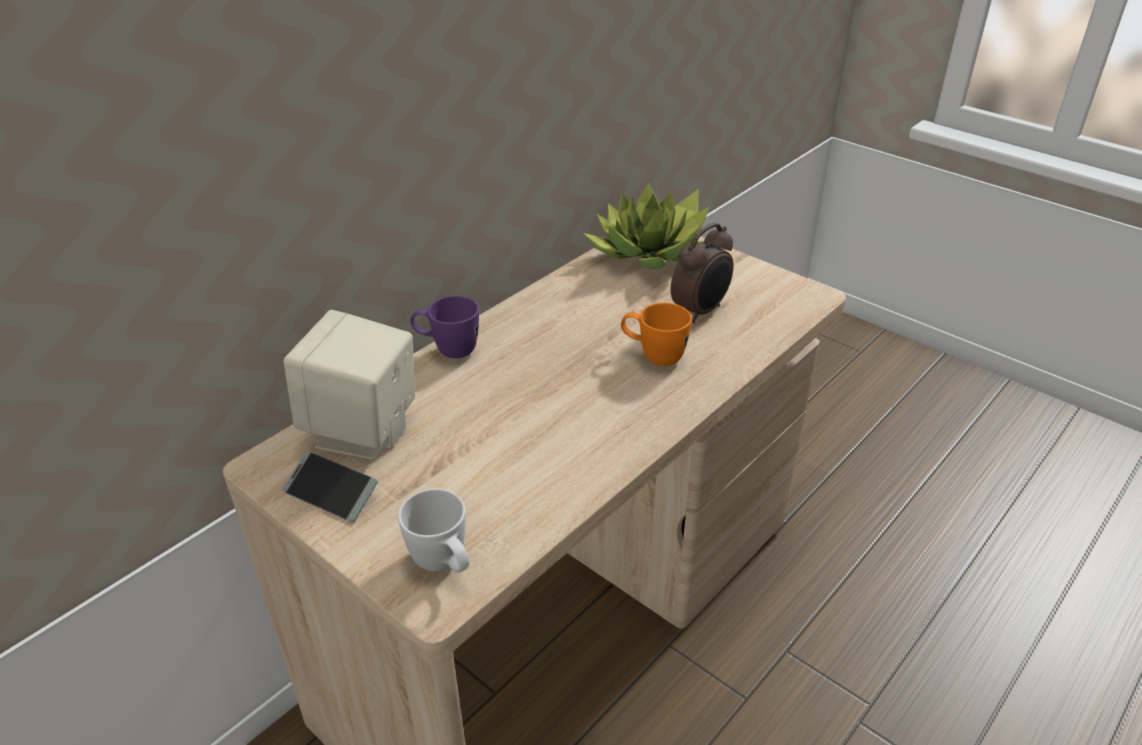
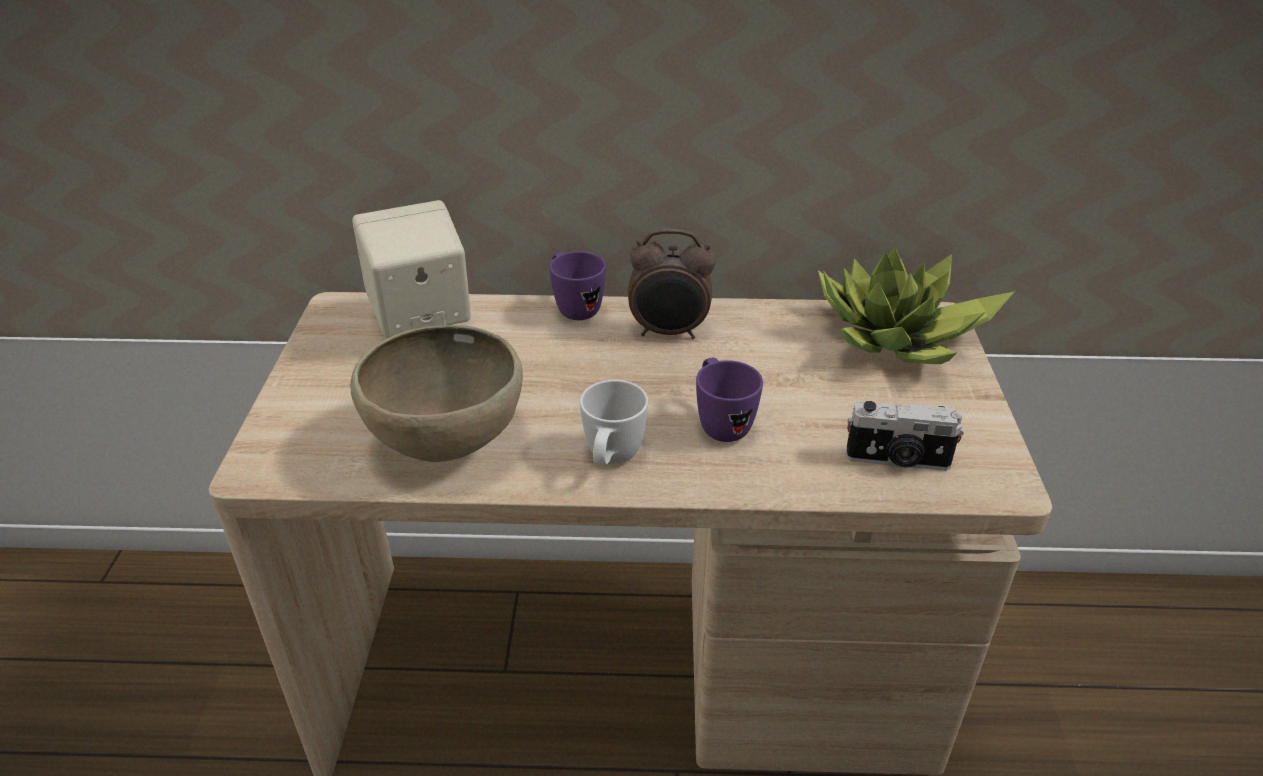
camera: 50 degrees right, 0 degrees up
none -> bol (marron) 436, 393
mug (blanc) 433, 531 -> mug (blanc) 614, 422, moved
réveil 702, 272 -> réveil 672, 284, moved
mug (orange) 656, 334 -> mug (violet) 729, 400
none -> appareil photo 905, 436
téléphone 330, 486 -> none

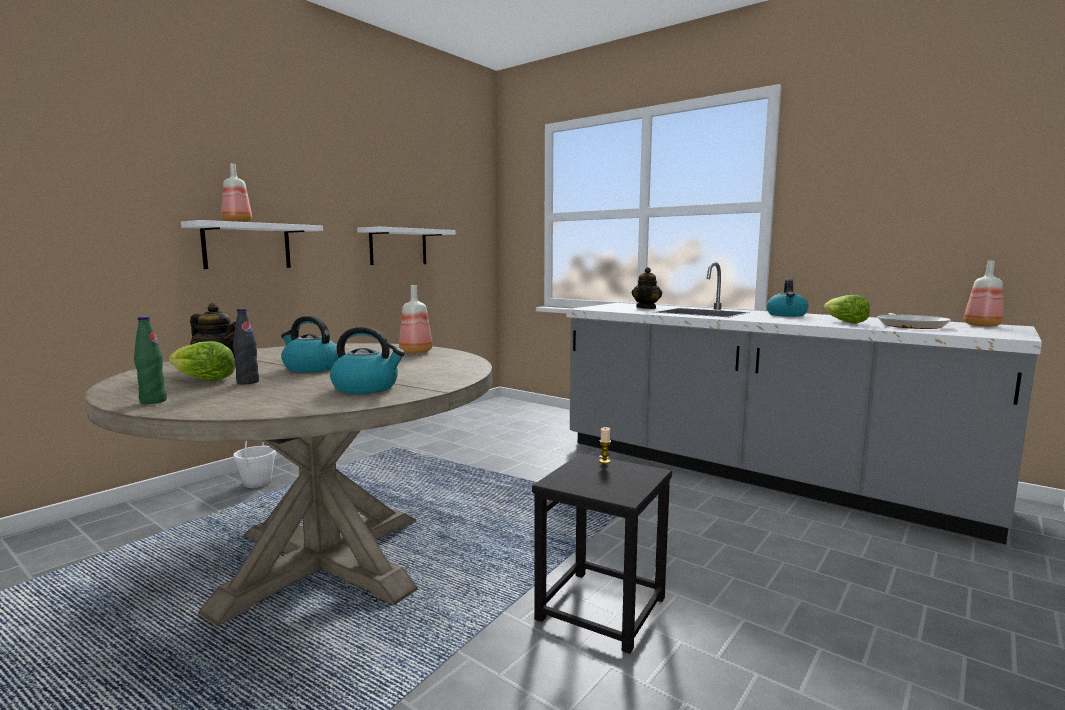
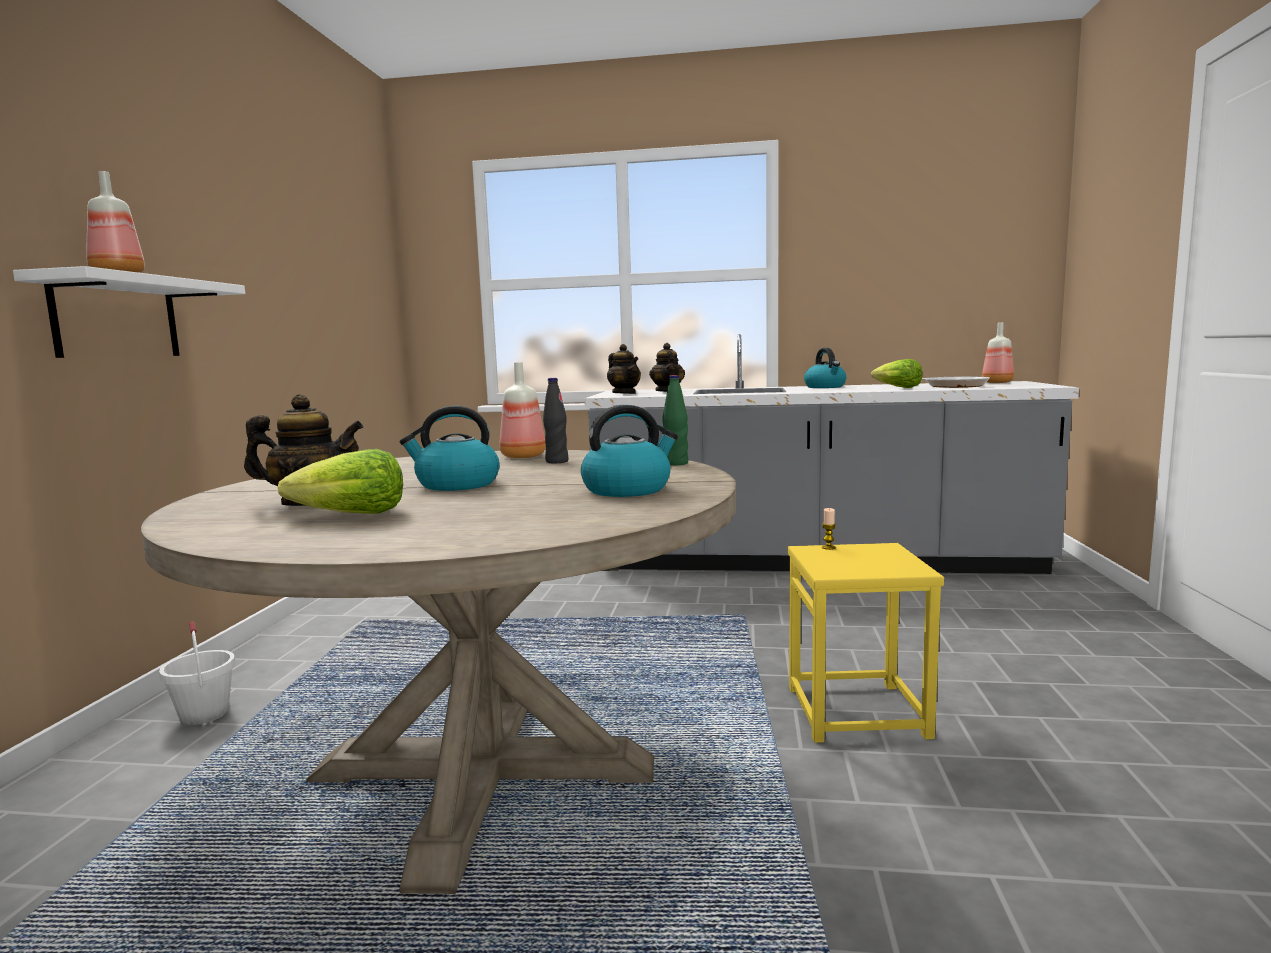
camera: 30 degrees left, 0 degrees up
bouteille (noir) 246, 346 -> bouteille (noir) 555, 420, moved
none -> théière 624, 369
bouteille (vert) 150, 360 -> bouteille (vert) 675, 420, moved
tabouret (noir) 602, 553 -> tabouret (jaune) 866, 643
étagère (blanc) 406, 246 -> none

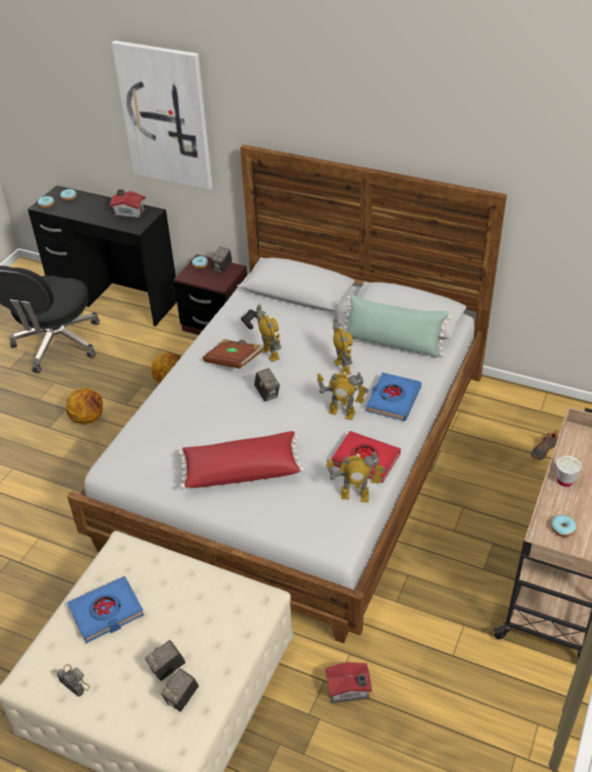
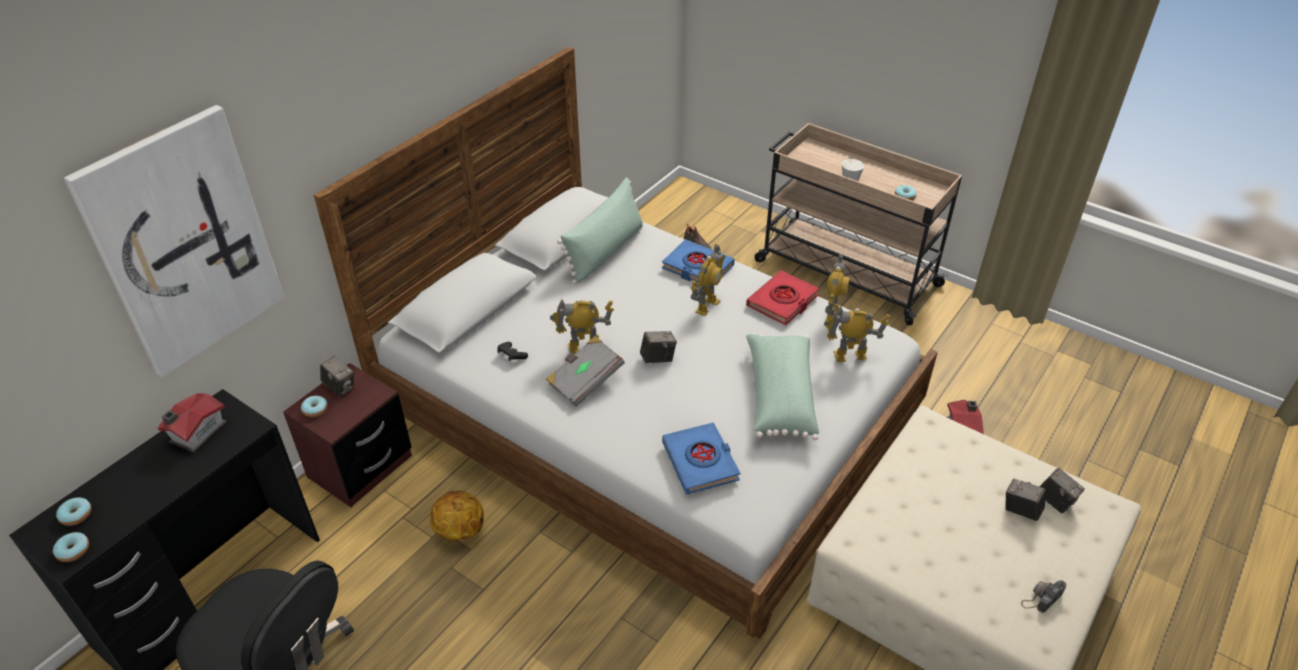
camera: 80 degrees left, 0 degrees up
livre (marron) 232, 354 -> livre (gris) 585, 371
livre (bleu) 105, 609 -> livre (bleu) 701, 458, moved
coussin (rouge) 242, 459 -> coussin (vert) 782, 386
robot jouet 343, 345 -> robot jouet 857, 334, moved
appareil photo 165, 660 -> appareil photo 1025, 500, 150 degrees clockwise
ballon de basket 84, 406 -> none

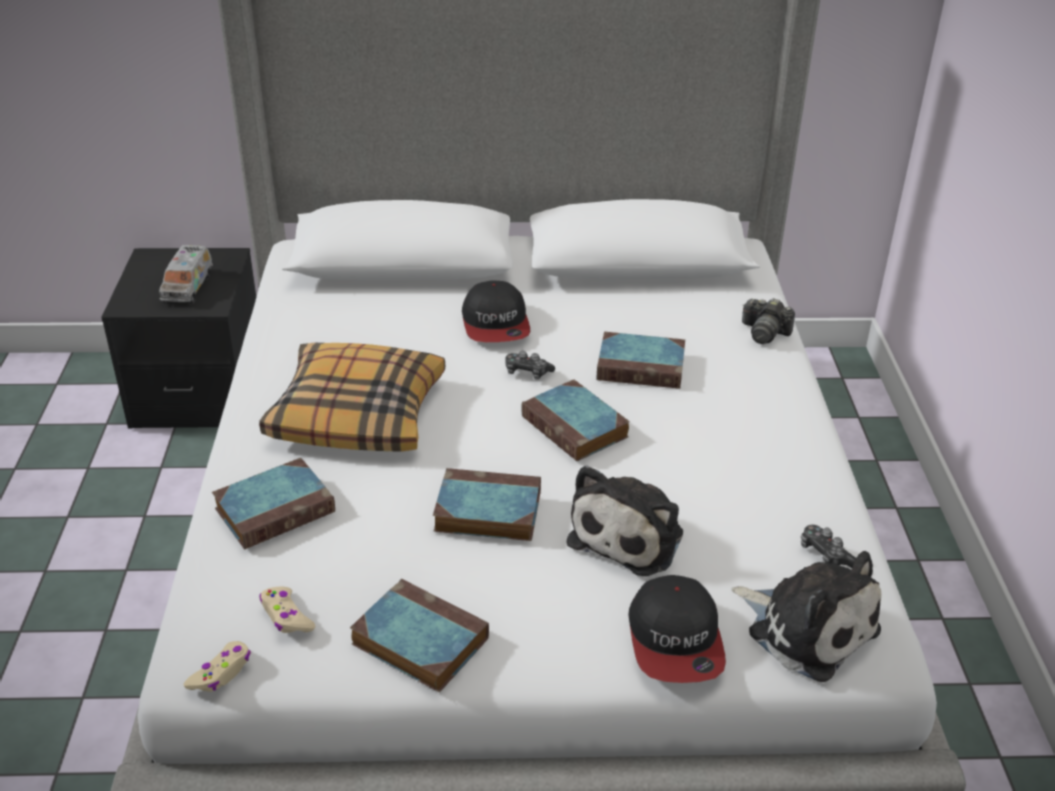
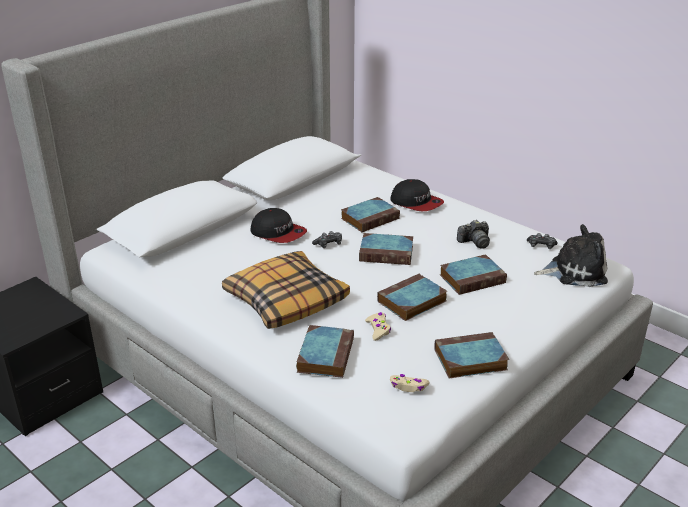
camera: 45 degrees left, 5 degrees down
manette (beige) 217, 666 -> manette (beige) 378, 326, moved
casquette 677, 629 -> casquette 417, 195, moved
peluche 625, 521 -> livre 473, 274
appareil photo 768, 321 -> appareil photo 473, 234, moved
camion jouet 186, 275 -> none

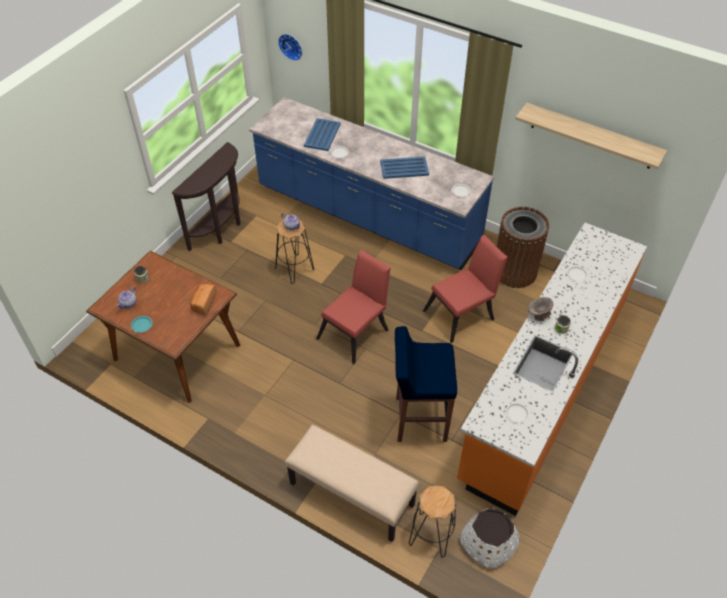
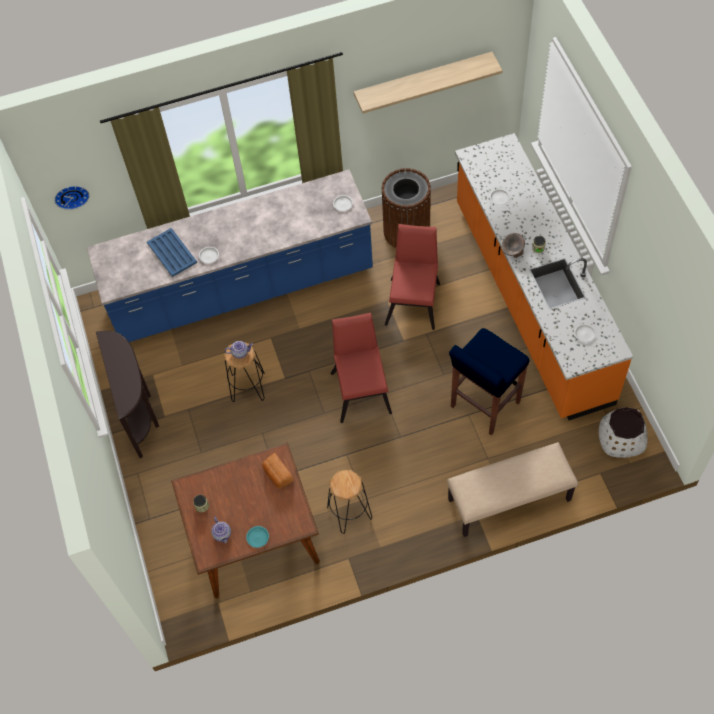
camera: 45 degrees left, 10 degrees up
tabouret (noir) 432, 522 -> tabouret (noir) 349, 502, moved
plateau (bleu) 404, 167 -> none

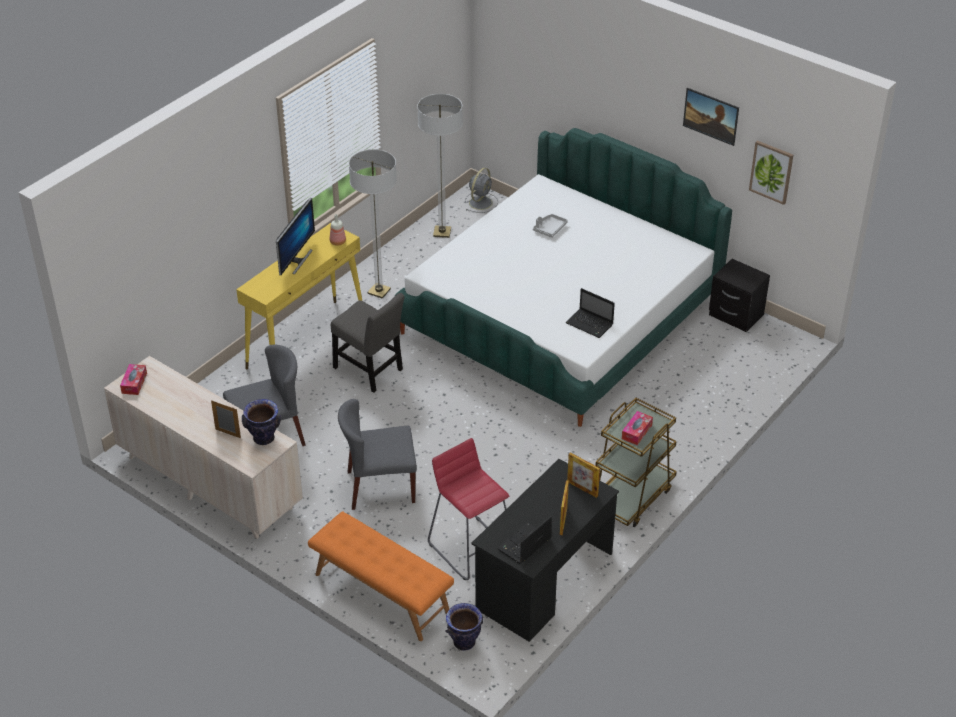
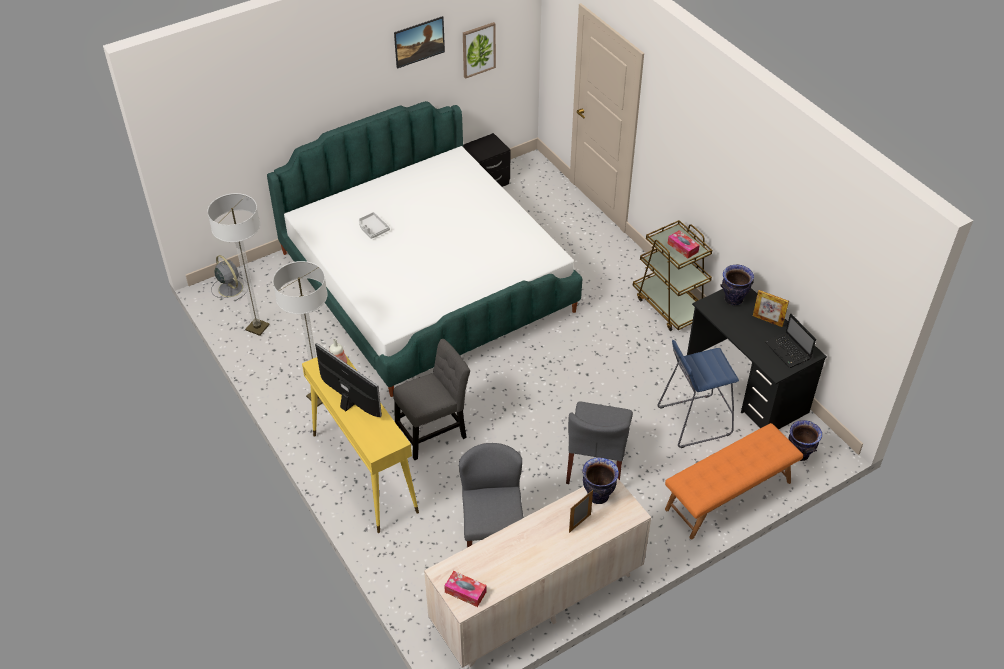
camera: 70 degrees left, 5 degrees up
tabouret (rouge) 468, 509 -> tabouret (bleu) 698, 394
cadre photo 583, 475 -> vase 737, 285
ordinateur portable 590, 313 -> none

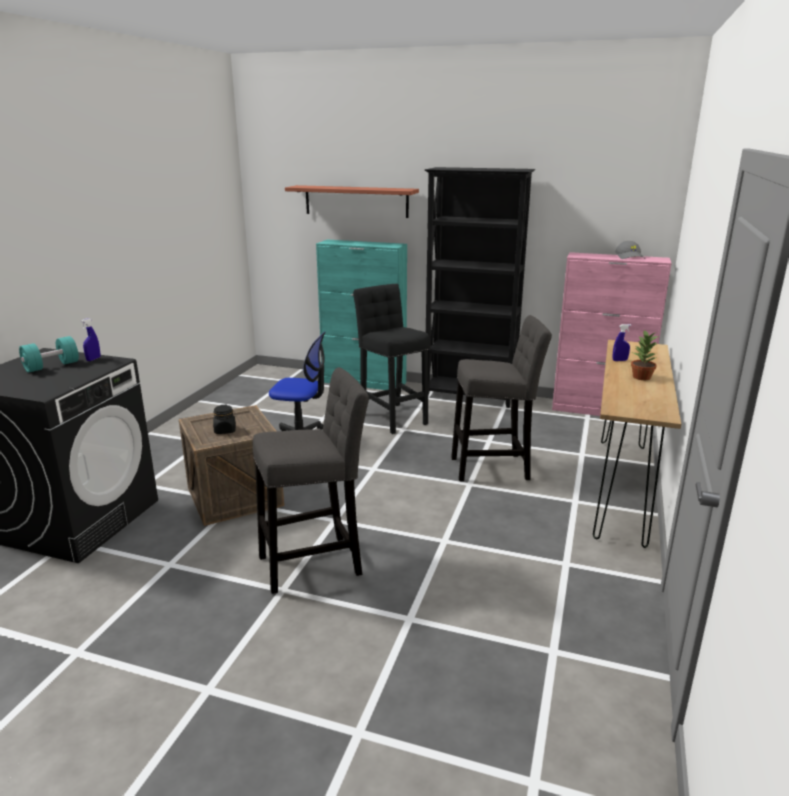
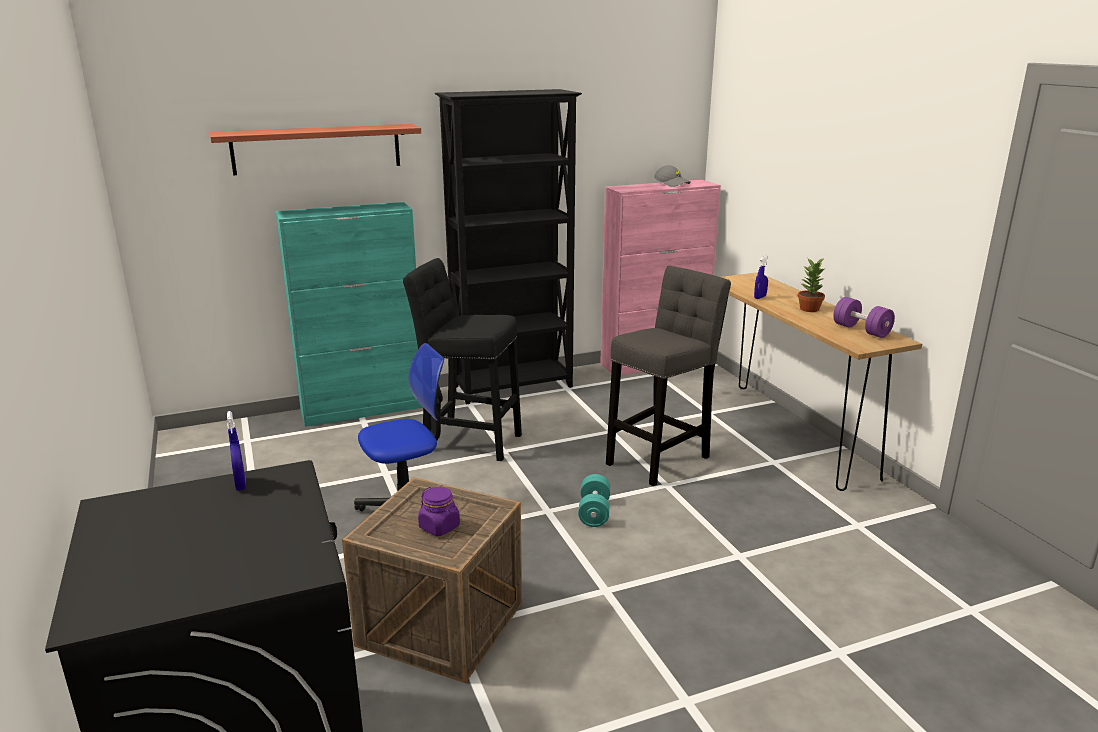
camera: 40 degrees left, 0 degrees up
bocal (noir) 224, 419 -> bocal (violet) 439, 511
haltère (turquoise) 49, 354 -> haltère (turquoise) 594, 500, moved
none -> haltère (violet) 864, 317
tabouret (gris) 311, 480 -> none

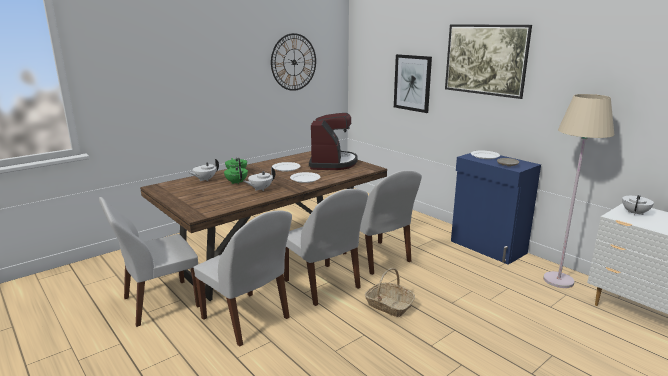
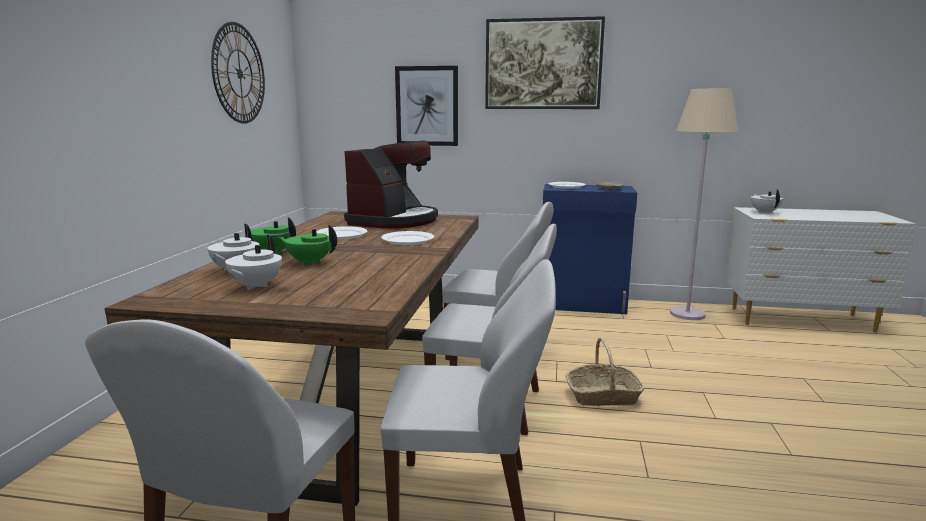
camera: 40 degrees left, 5 degrees down
théière (blanc) 259, 179 -> théière (blanc) 253, 262, moved
machine à café 333, 141 -> machine à café 391, 184, 60 degrees clockwise

